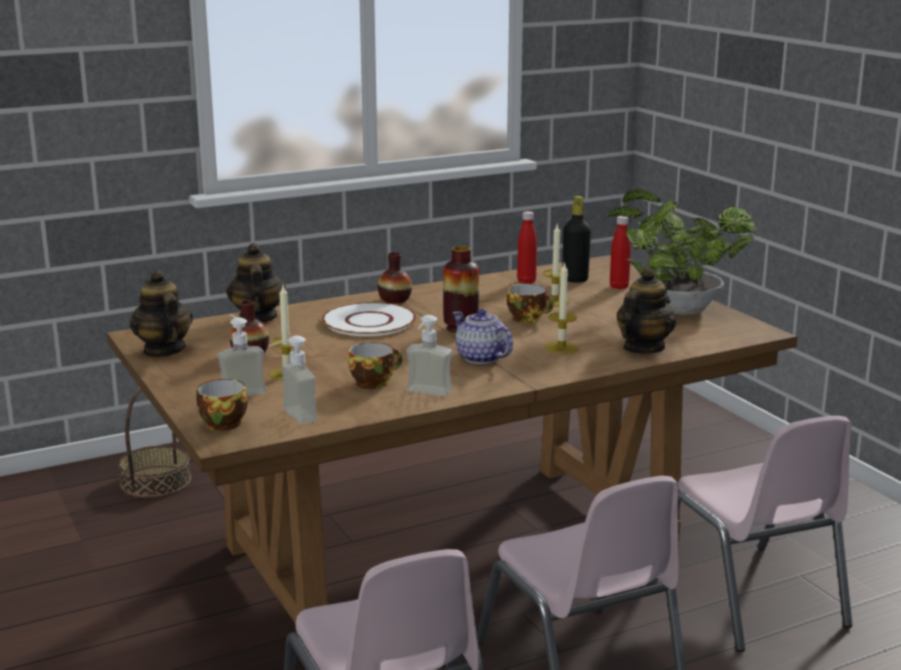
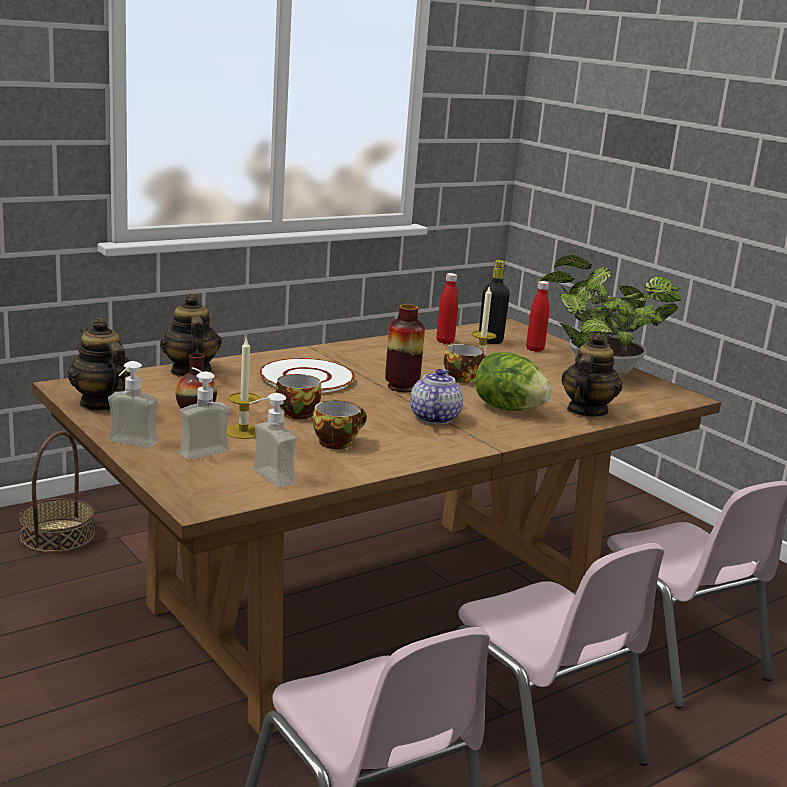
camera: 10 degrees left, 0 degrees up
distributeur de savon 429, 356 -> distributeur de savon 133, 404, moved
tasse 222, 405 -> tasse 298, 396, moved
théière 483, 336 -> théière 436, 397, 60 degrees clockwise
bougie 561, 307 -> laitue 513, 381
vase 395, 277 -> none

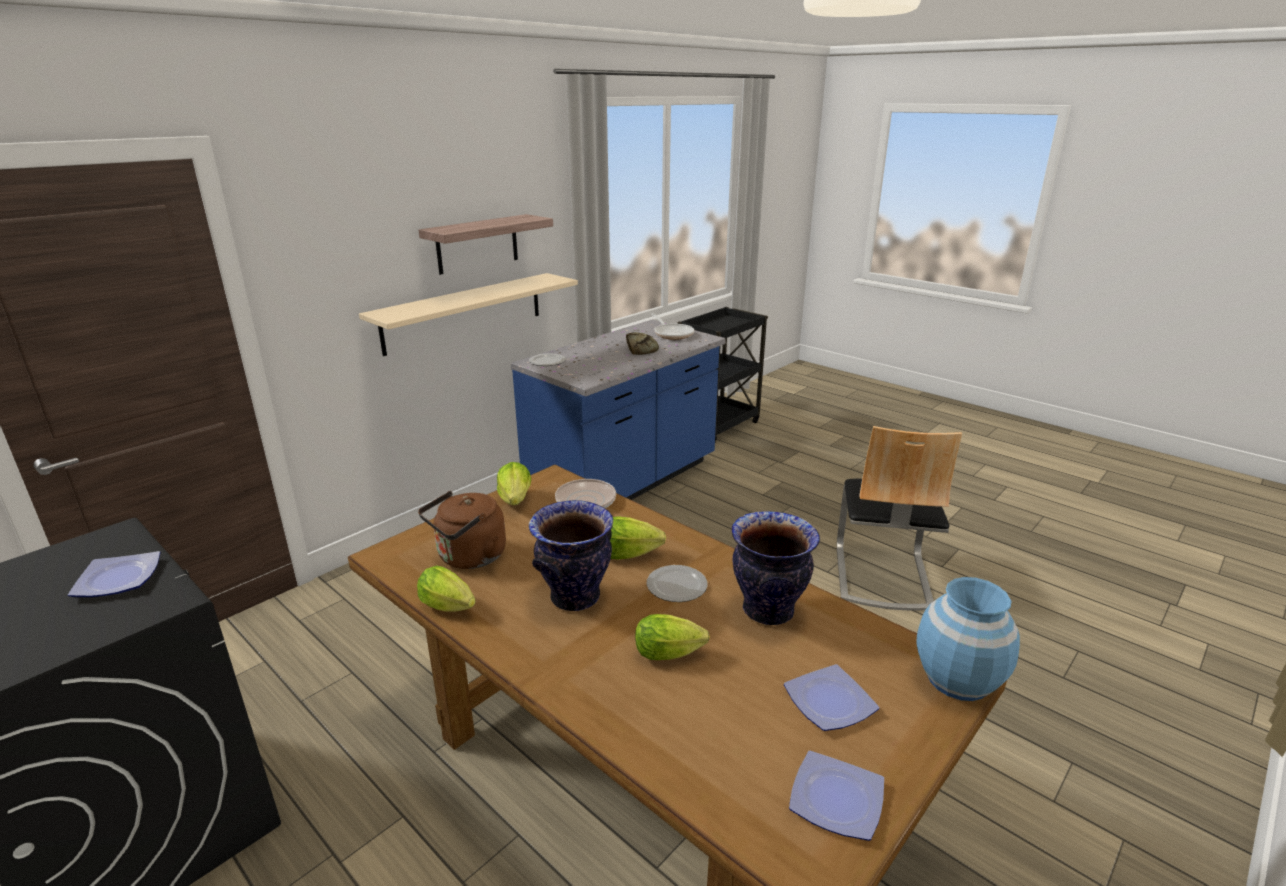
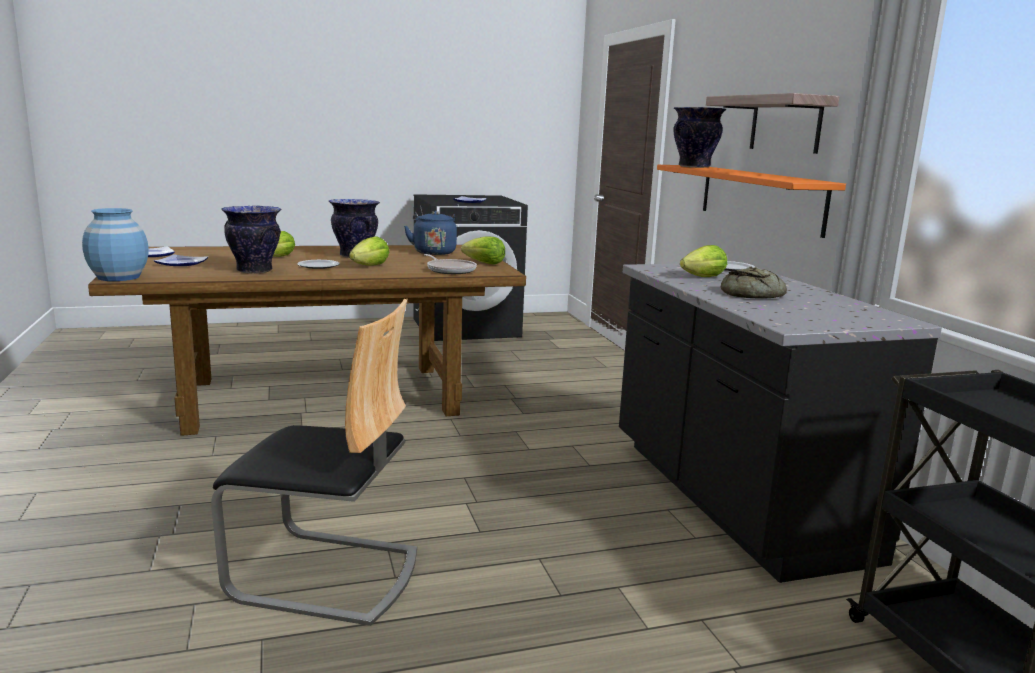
camera: 120 degrees right, 10 degrees down
chaise 899, 518 -> chaise 314, 462, 150 degrees clockwise
bouilloire (marron) 462, 530 -> bouilloire (bleu) 430, 233
comptoir de cuisine (bleu) 618, 410 -> comptoir de cuisine (noir) 780, 423
étagère (beige) 468, 314 -> étagère (orange) 751, 201
none -> vase 699, 137
laitue 446, 589 -> laitue 703, 261, moved
poêle 672, 326 -> none

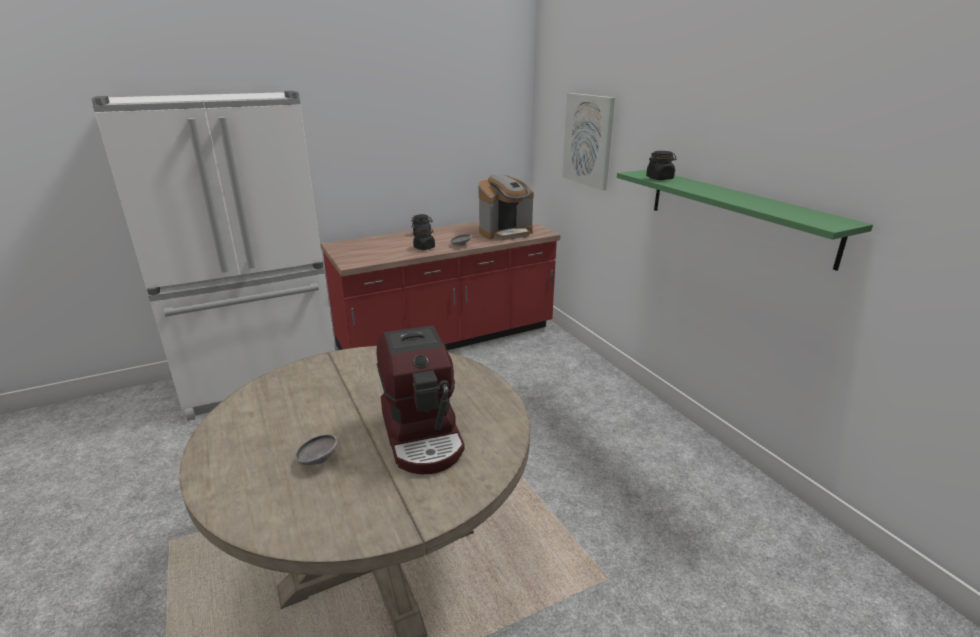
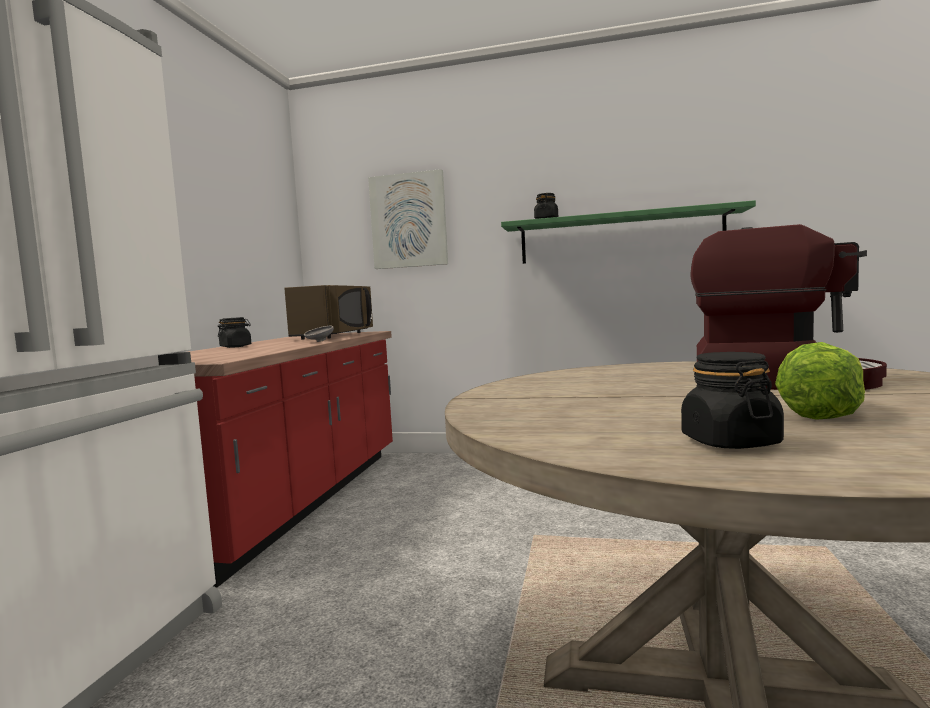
camera: 50 degrees left, 20 degrees down
machine à café 506, 208 -> micro-ondes (marron) 328, 312
bocal (noir) 424, 238 -> bocal (noir) 732, 400, moved
bol (gris) 316, 449 -> laitue 820, 381

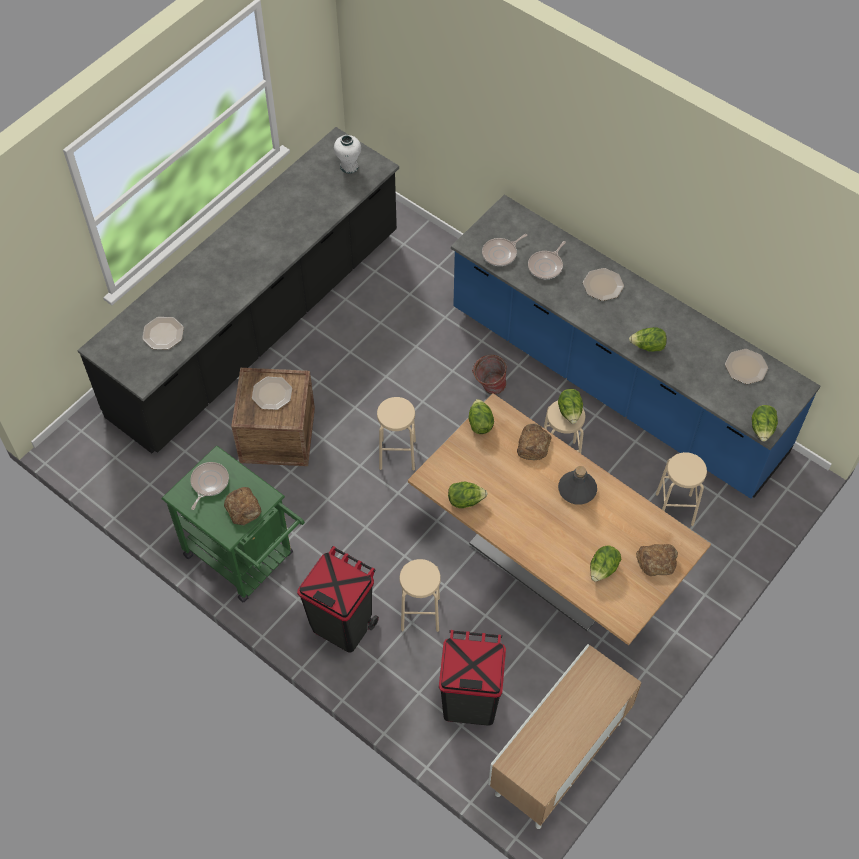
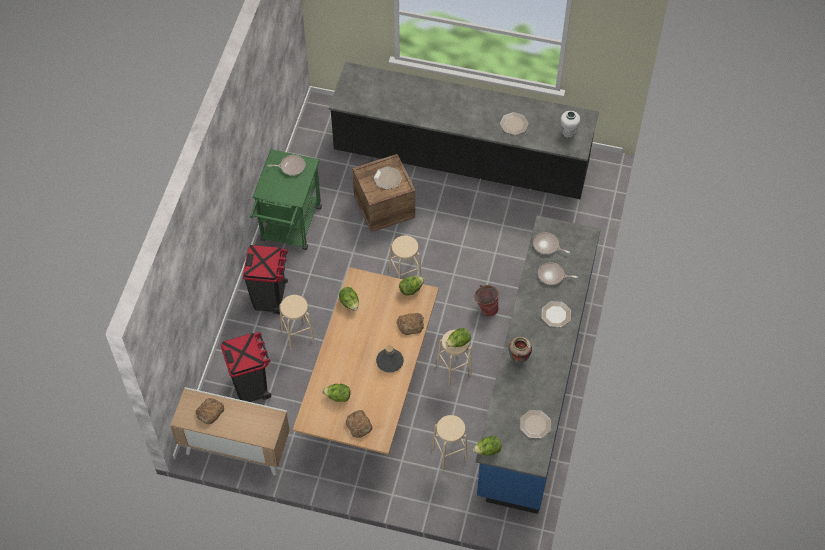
camera: 65 degrees right, 0 degrees up
pain 242, 506 -> pain 210, 411, moved
assiette 163, 333 -> assiette 514, 123, moved
laitue 648, 339 -> vase 520, 350

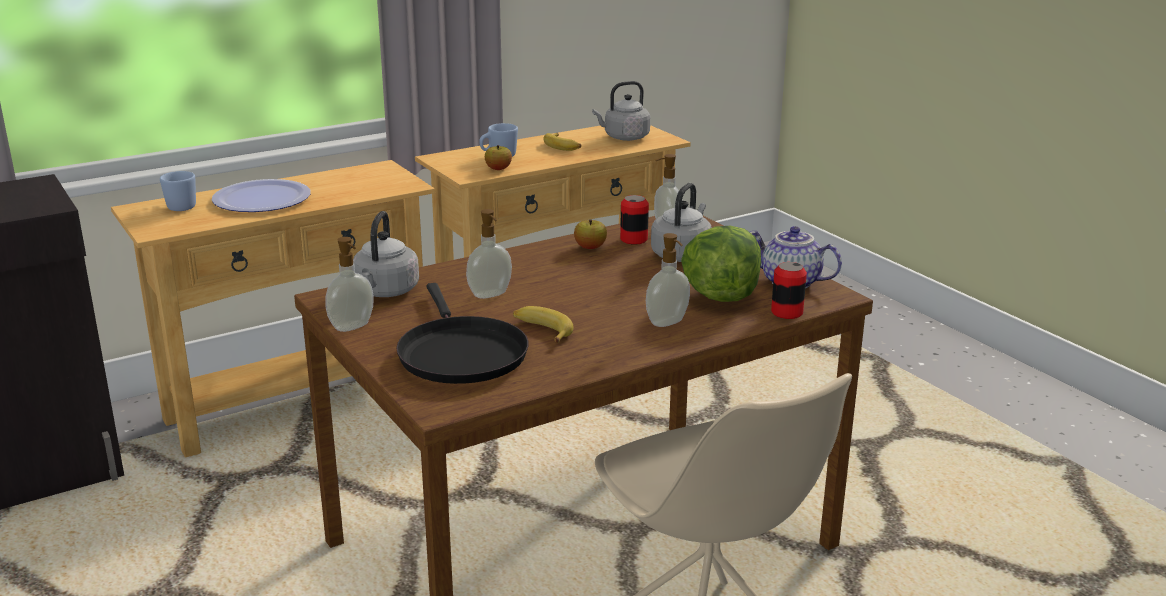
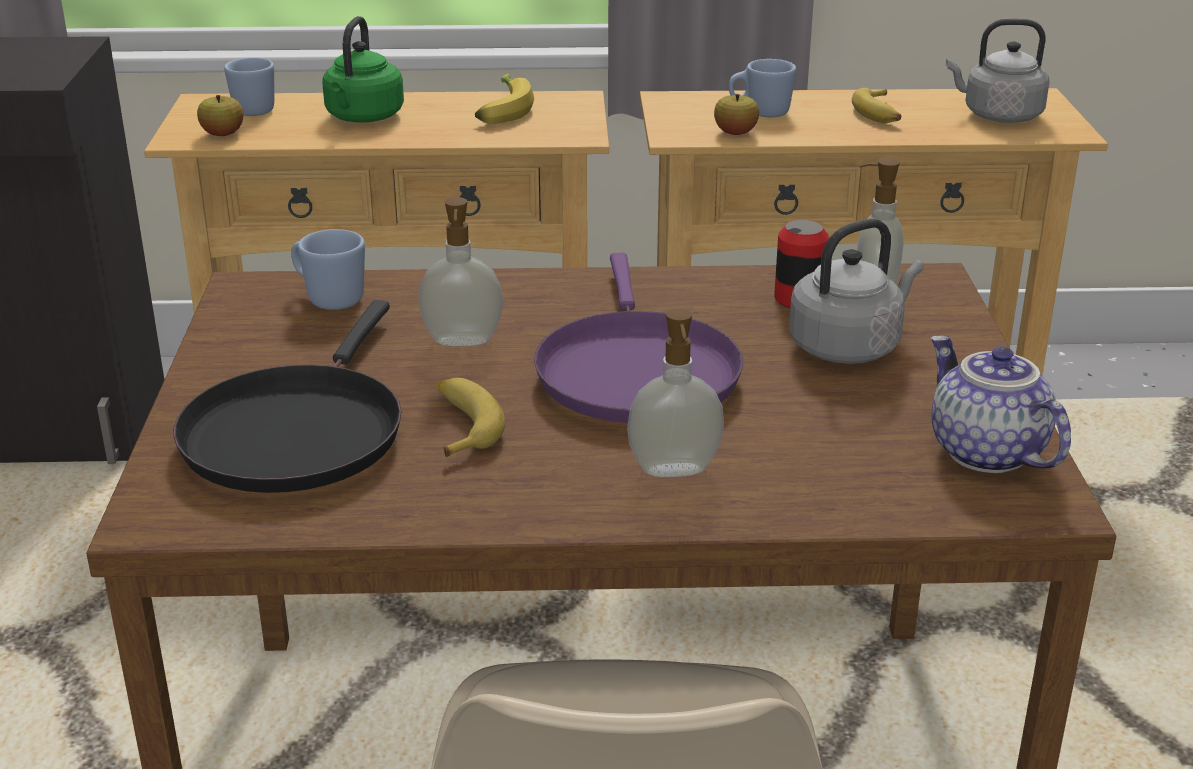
camera: 30 degrees right, 5 degrees up
pomme 590, 234 -> pomme 220, 115, moved
bouilloire (gris) 386, 254 -> mug (bleu) 328, 269
assiette 261, 195 -> bouilloire (vert) 363, 69
none -> banane 504, 99
none -> poêle (violet) 638, 338
distributeur de savon 350, 284 -> none
laitue 721, 264 -> none
boîte métallique 789, 290 -> none

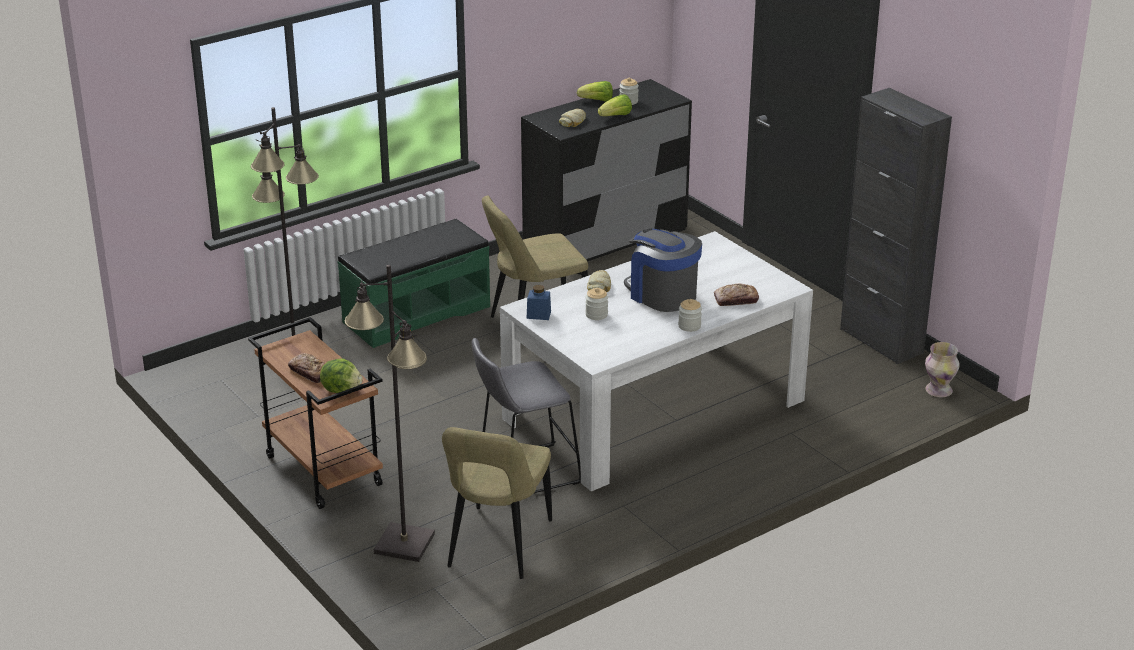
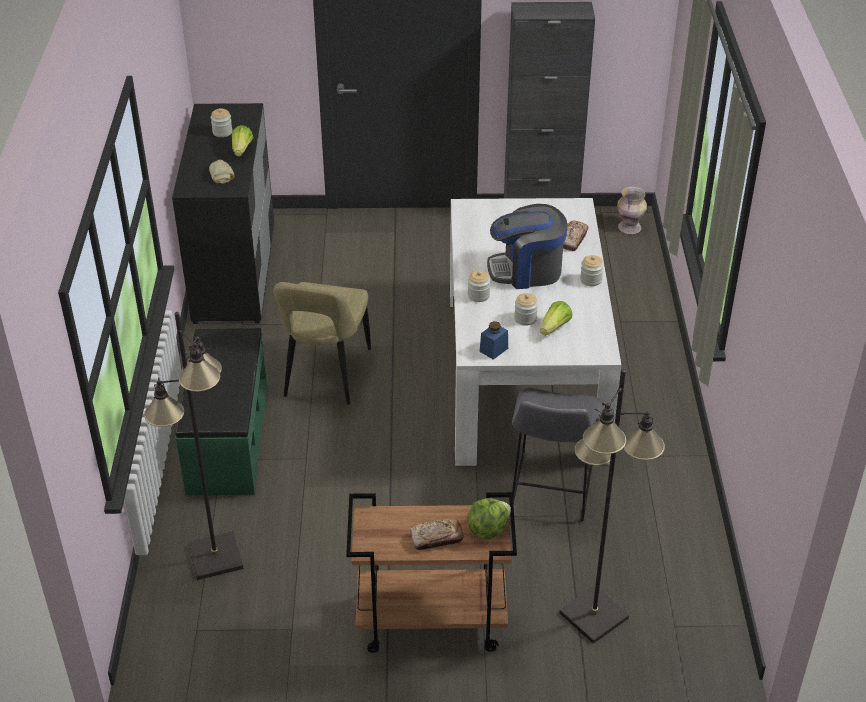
camera: 55 degrees left, 10 degrees up
pain 599, 281 -> bocal 479, 286
laitue 595, 91 -> laitue 556, 318, moved
chaise (beige) 497, 503 -> none

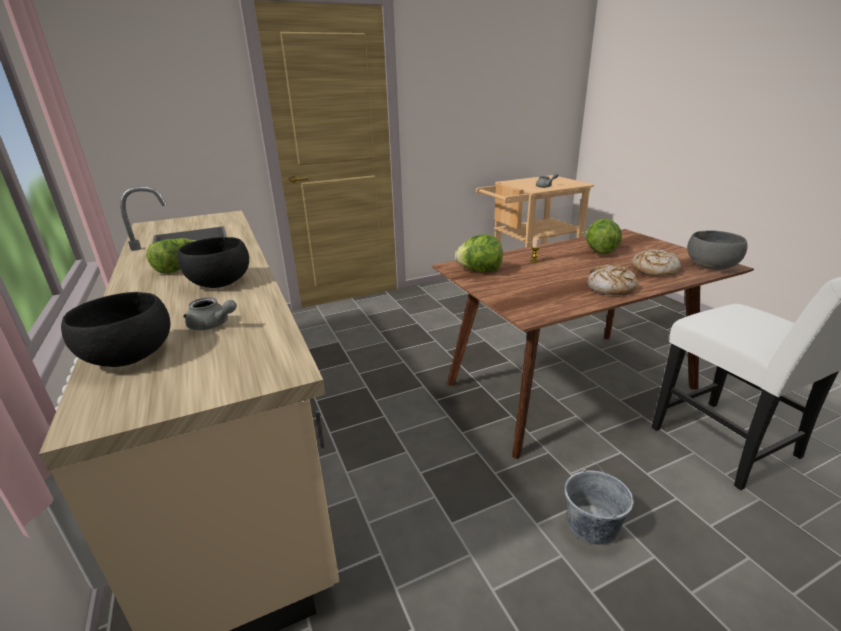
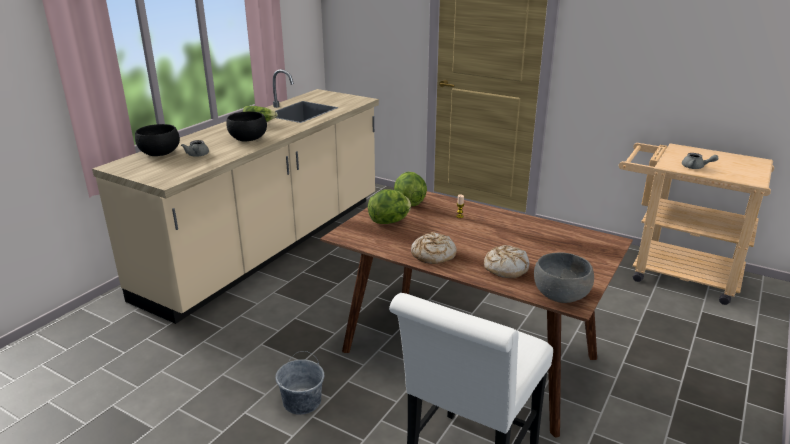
camera: 55 degrees right, 0 degrees up
laitue 604, 236 -> laitue 389, 206, moved

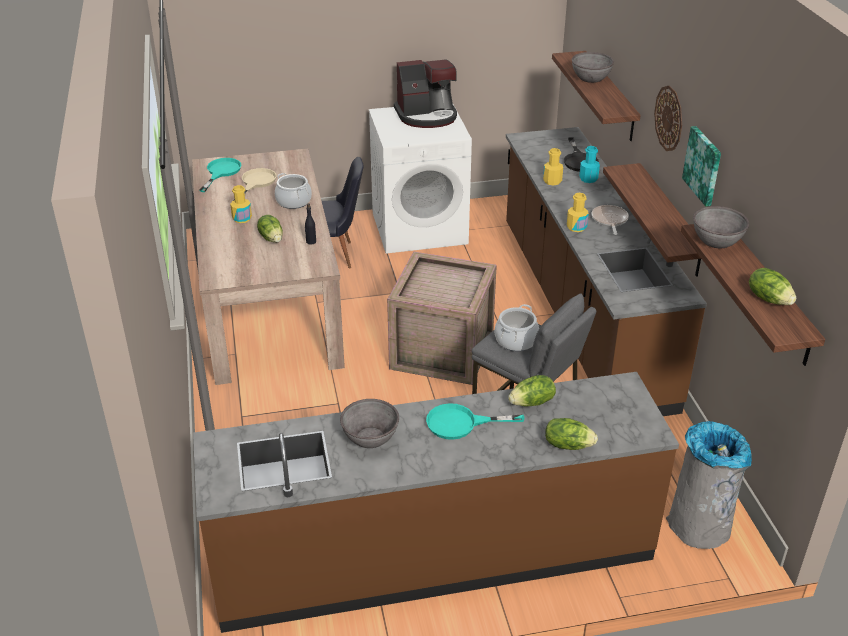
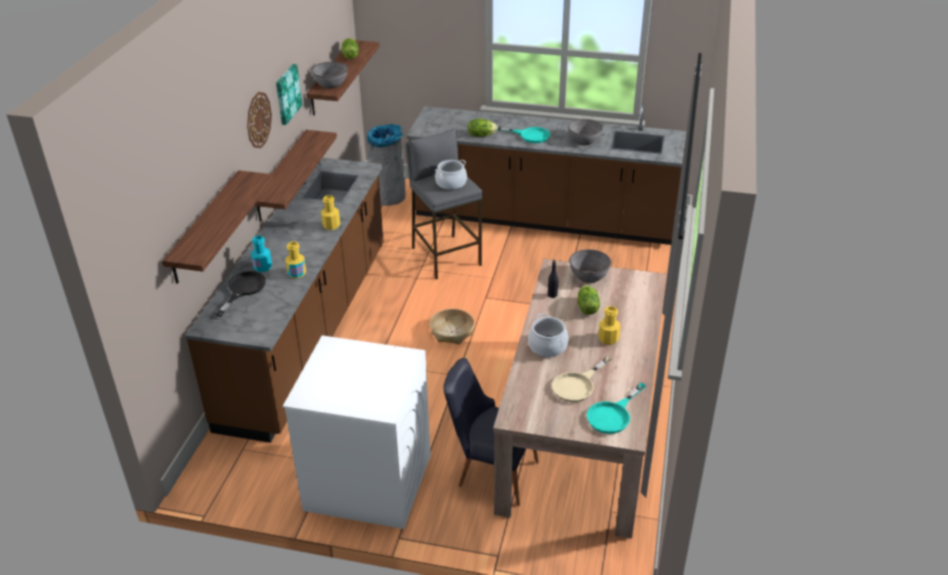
camera: 155 degrees left, 0 degrees up
caisse 442, 318 -> panier 452, 326
bol (gris) 593, 67 -> bol (gris) 590, 266, moved
machine à café 425, 93 -> none
laitue 571, 434 -> none
poêle 610, 220 -> none

